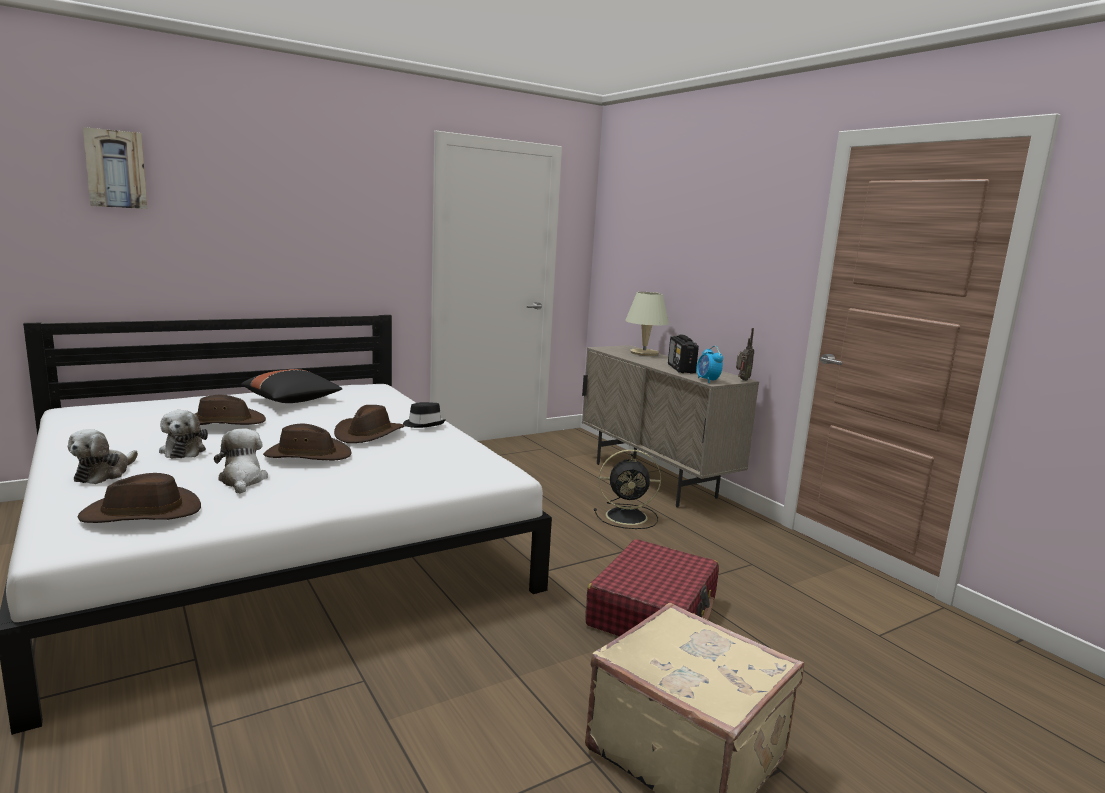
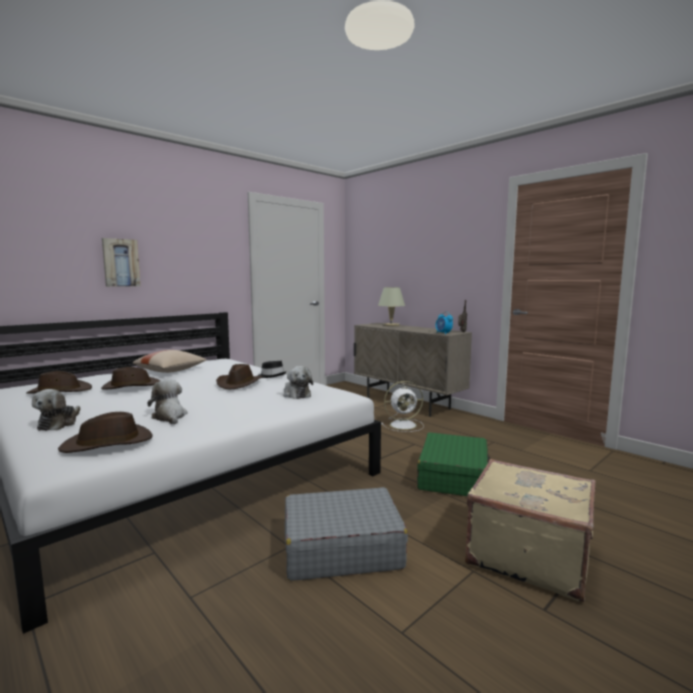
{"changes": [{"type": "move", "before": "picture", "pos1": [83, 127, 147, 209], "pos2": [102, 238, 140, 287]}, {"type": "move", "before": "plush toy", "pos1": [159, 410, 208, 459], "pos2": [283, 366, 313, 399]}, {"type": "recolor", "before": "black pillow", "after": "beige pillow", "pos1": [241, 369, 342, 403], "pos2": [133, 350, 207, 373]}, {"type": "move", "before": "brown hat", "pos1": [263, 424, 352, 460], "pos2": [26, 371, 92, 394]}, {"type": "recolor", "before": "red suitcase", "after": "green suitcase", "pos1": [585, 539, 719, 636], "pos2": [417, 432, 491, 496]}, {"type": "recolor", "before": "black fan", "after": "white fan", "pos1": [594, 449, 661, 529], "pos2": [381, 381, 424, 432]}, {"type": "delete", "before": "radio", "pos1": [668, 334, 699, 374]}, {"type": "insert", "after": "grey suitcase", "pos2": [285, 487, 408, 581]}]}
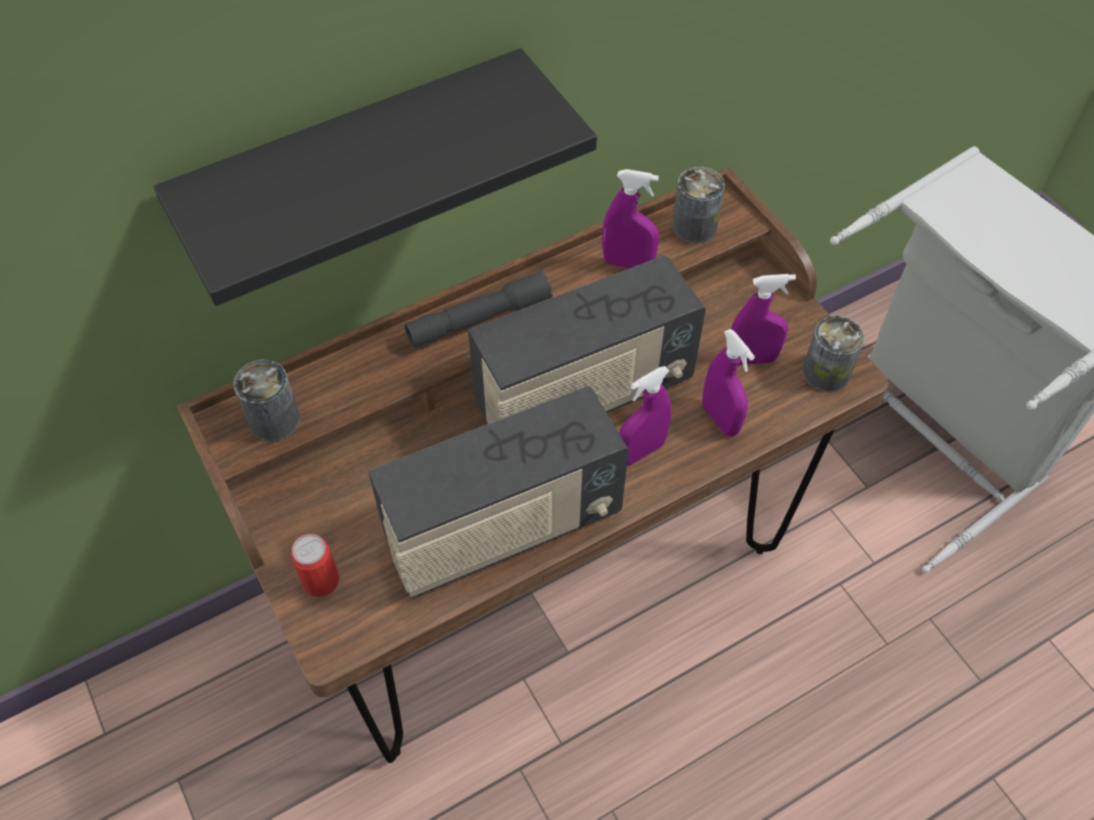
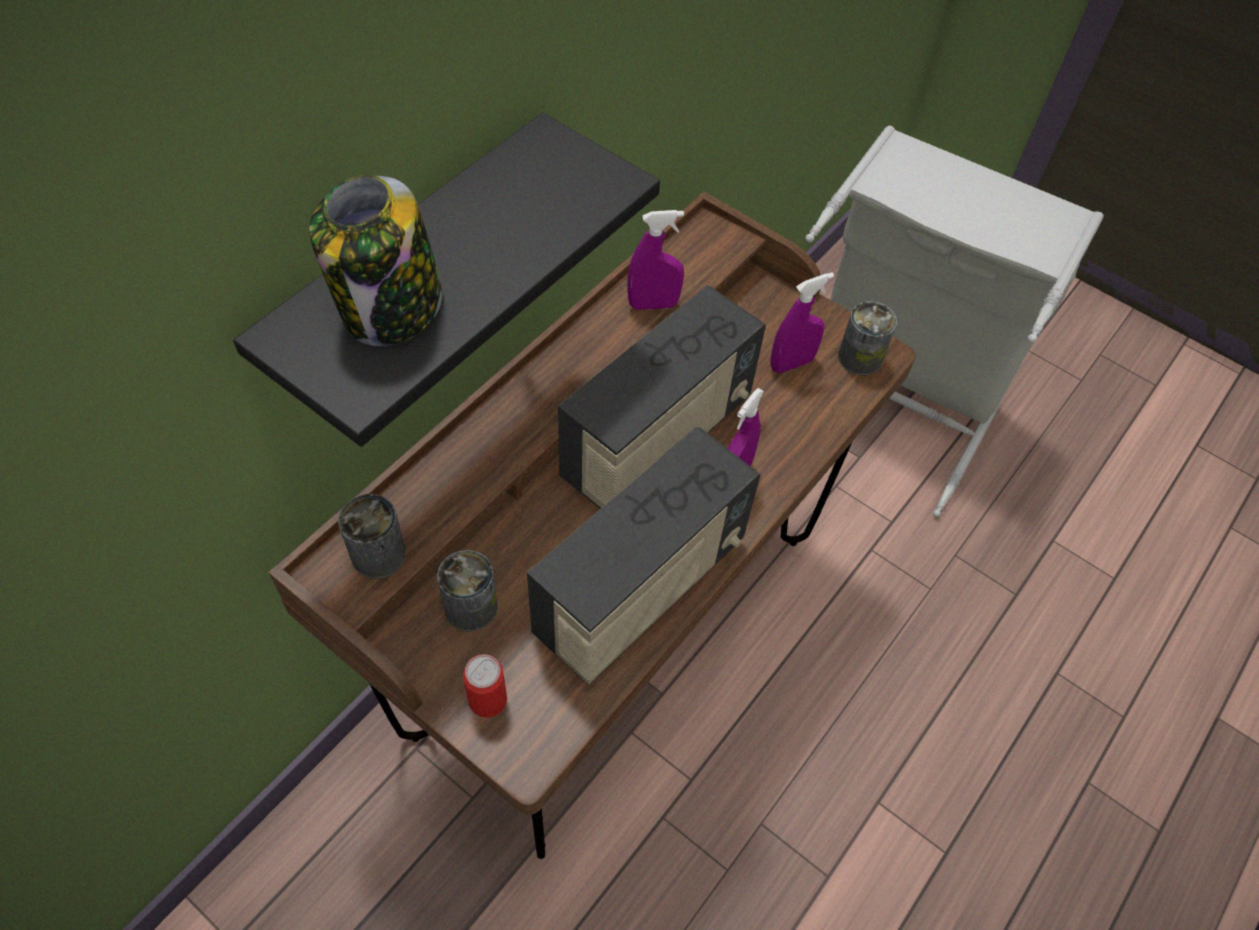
{"changes": [{"type": "delete", "before": "grey flashlight", "pos1": [405, 270, 553, 348]}, {"type": "move", "before": "can", "pos1": [672, 167, 725, 244], "pos2": [437, 550, 498, 631]}, {"type": "delete", "before": "purple spray bottle", "pos1": [702, 329, 755, 437]}, {"type": "insert", "after": "jar", "pos2": [309, 175, 442, 346]}]}
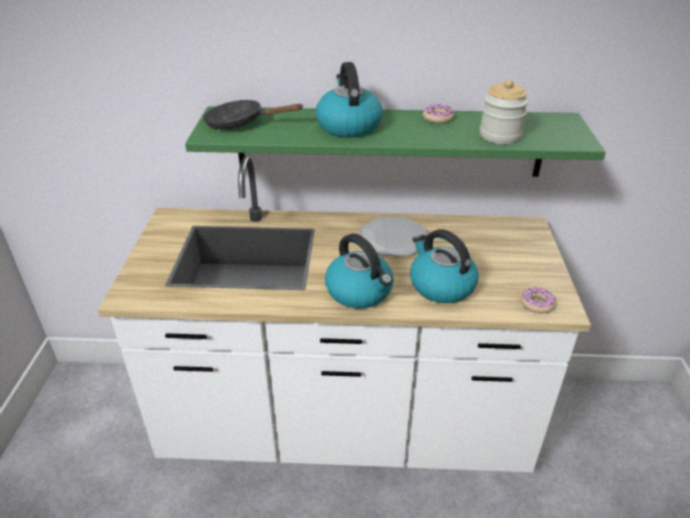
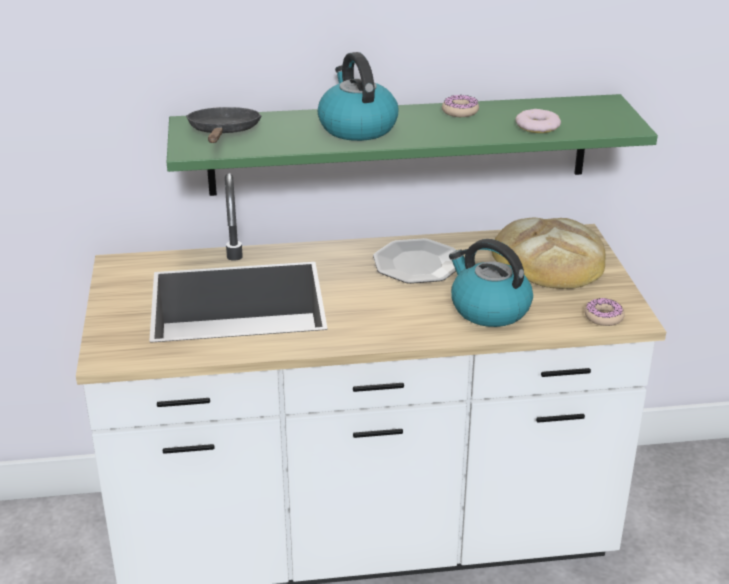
{"changes": [{"type": "rotate", "before": "black frying pan", "pos1": [203, 100, 304, 129], "pos2": [186, 107, 262, 143], "turn": 90}, {"type": "delete", "before": "kettle", "pos1": [325, 234, 394, 308]}, {"type": "replace", "before": "jar", "after": "donut", "pos1": [480, 79, 529, 144], "pos2": [515, 109, 561, 133]}, {"type": "insert", "after": "bread", "pos2": [492, 218, 606, 289]}]}
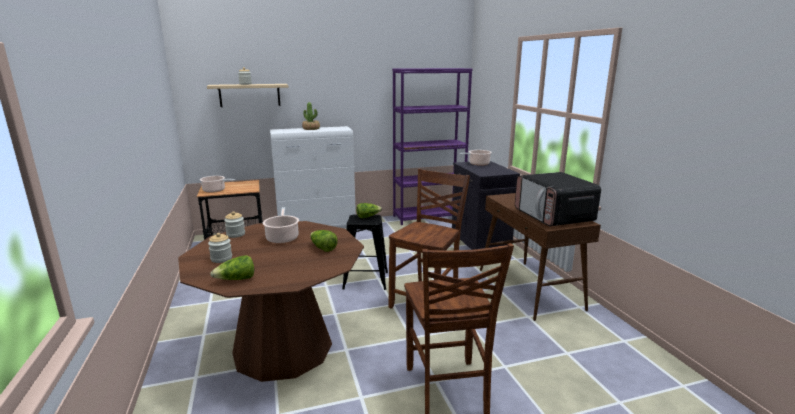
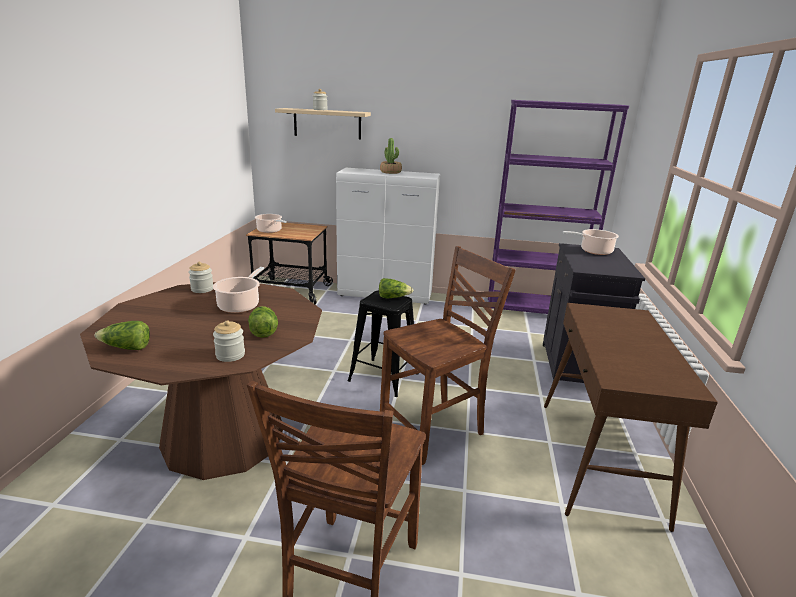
{"changes": [{"type": "move", "before": "jar", "pos1": [208, 233, 232, 263], "pos2": [213, 320, 245, 362]}, {"type": "delete", "before": "microwave", "pos1": [515, 172, 601, 226]}]}
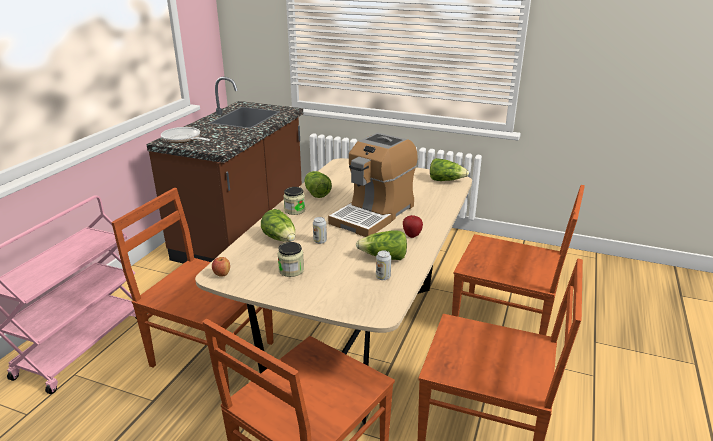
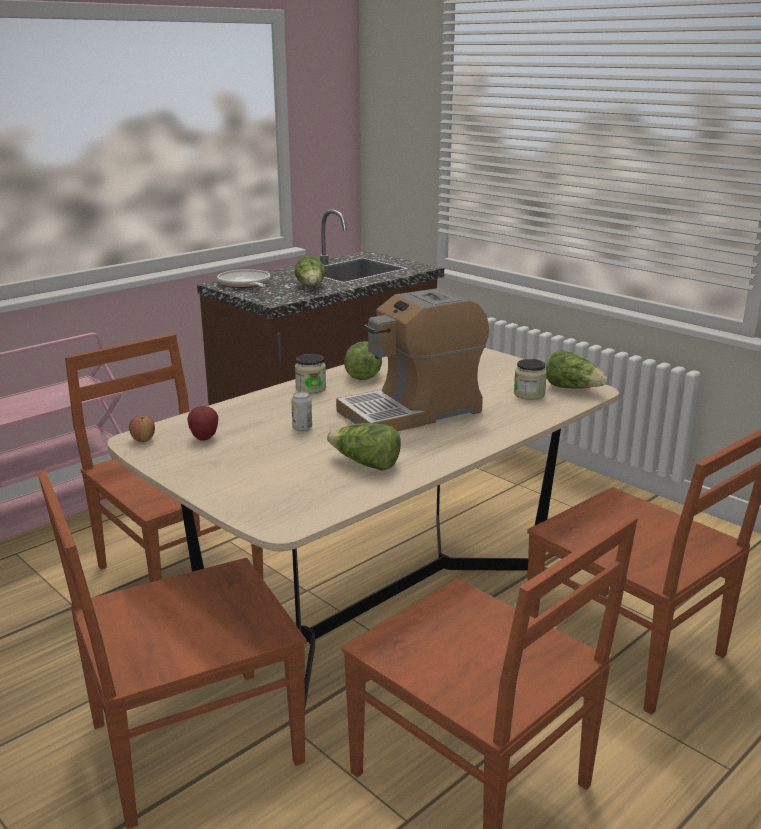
{"changes": [{"type": "move", "before": "lettuce", "pos1": [261, 209, 295, 242], "pos2": [295, 256, 325, 286]}, {"type": "move", "before": "jar", "pos1": [278, 242, 304, 277], "pos2": [514, 359, 547, 400]}, {"type": "delete", "before": "can", "pos1": [376, 251, 391, 280]}, {"type": "move", "before": "apple", "pos1": [403, 215, 423, 238], "pos2": [187, 406, 218, 441]}]}
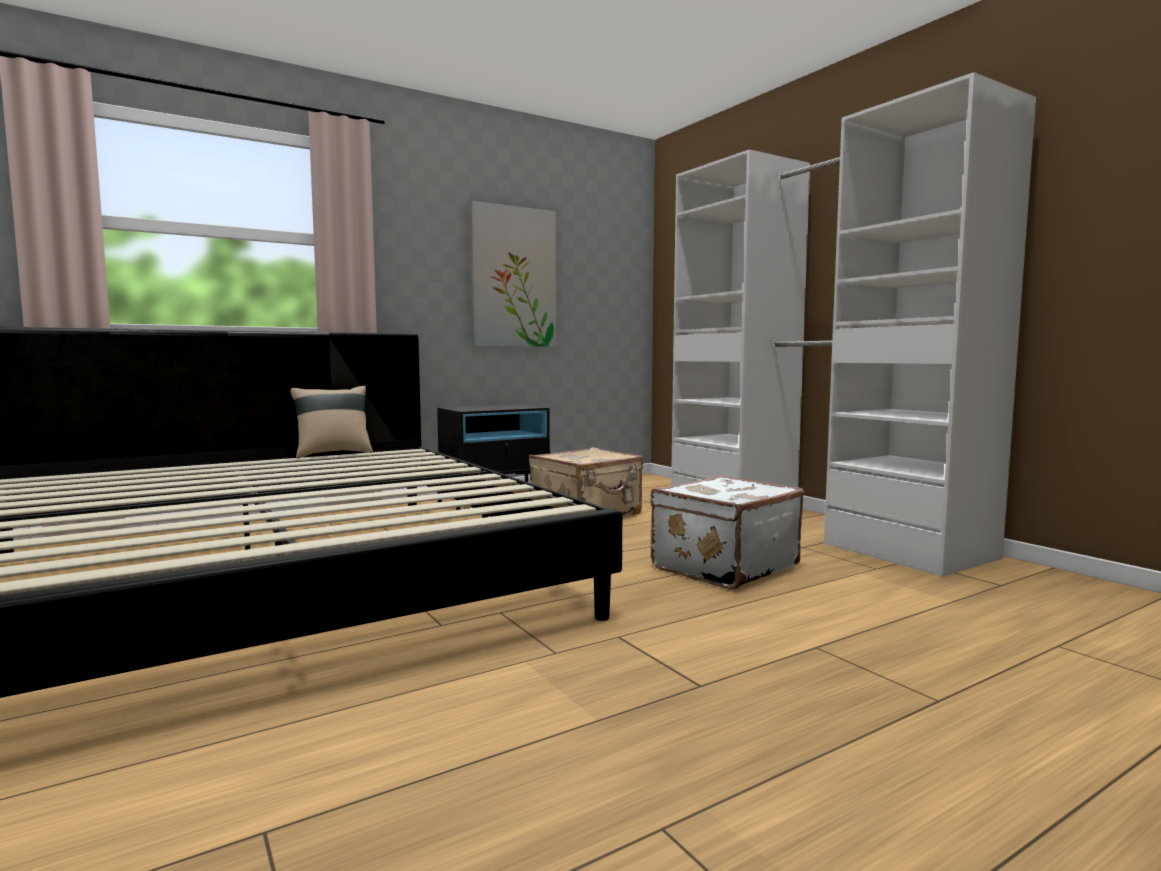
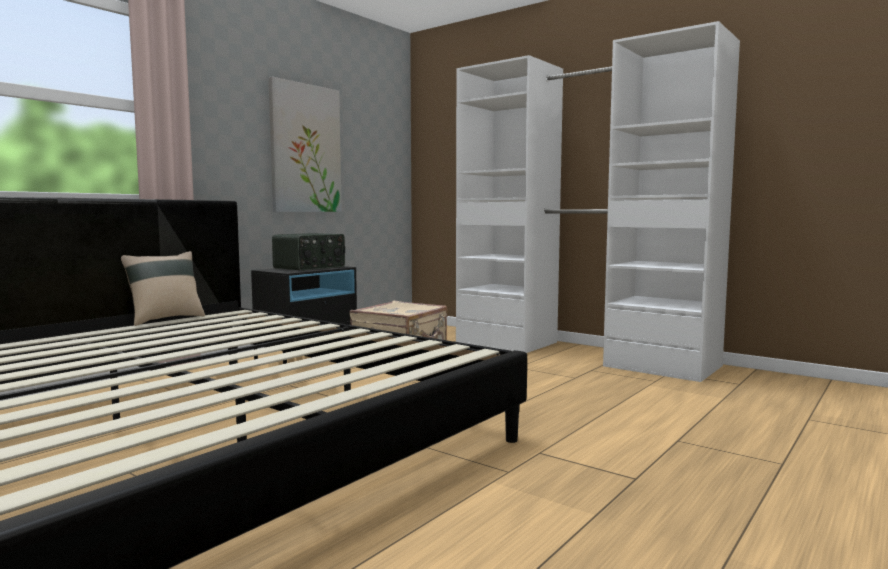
{"changes": [{"type": "delete", "before": "white suitcase", "pos1": [650, 475, 804, 589]}, {"type": "insert", "after": "radio", "pos2": [272, 233, 345, 271]}]}
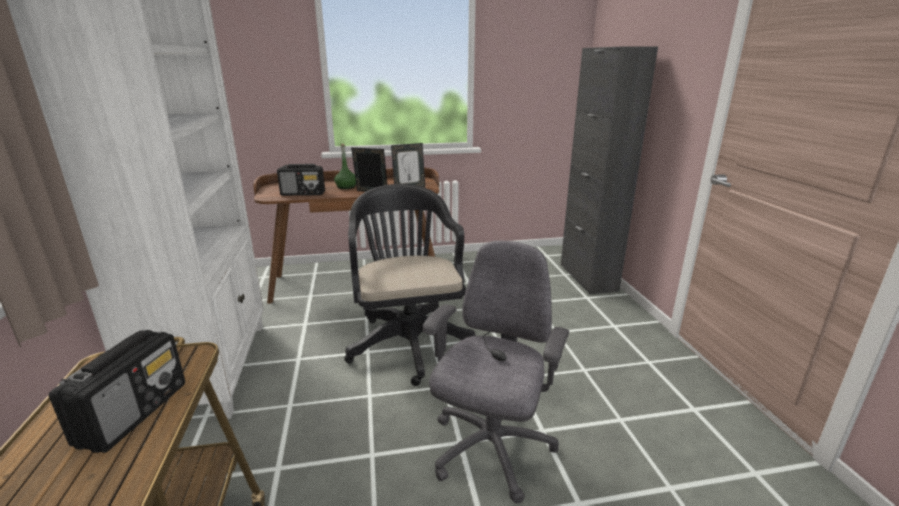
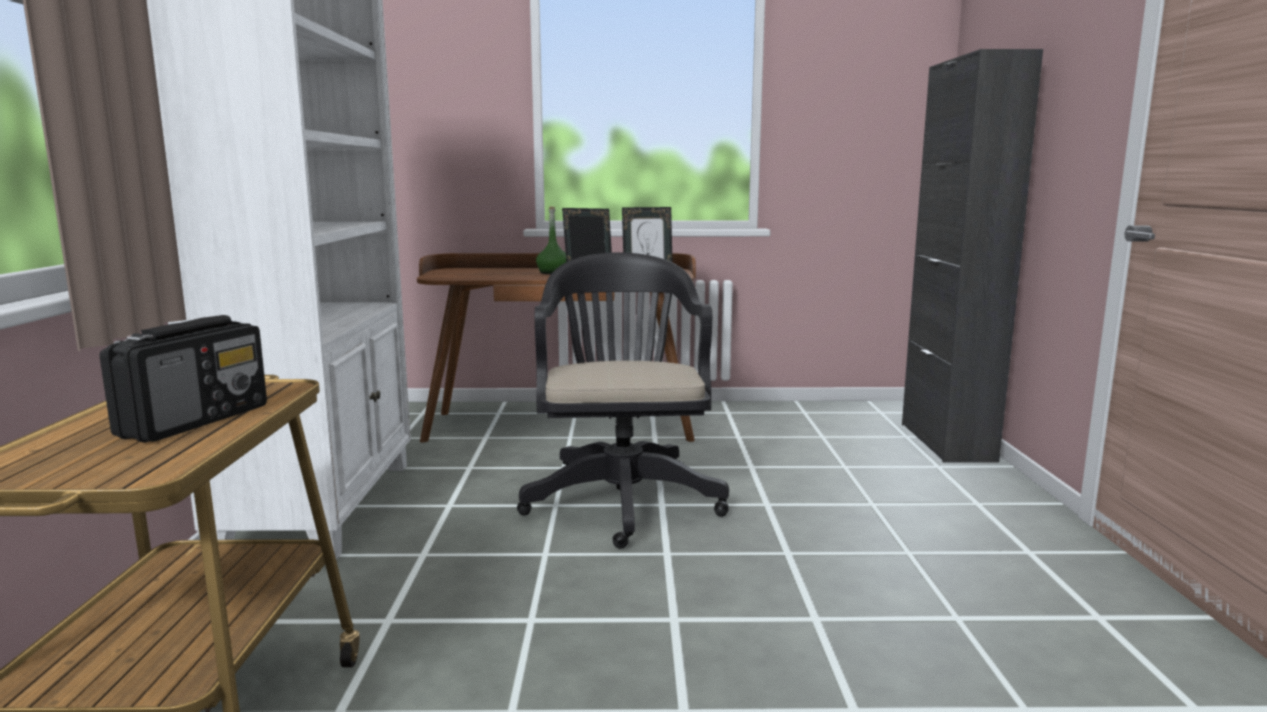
{"changes": [{"type": "delete", "before": "radio", "pos1": [277, 164, 325, 196]}, {"type": "delete", "before": "grey office chair", "pos1": [423, 241, 569, 504]}]}
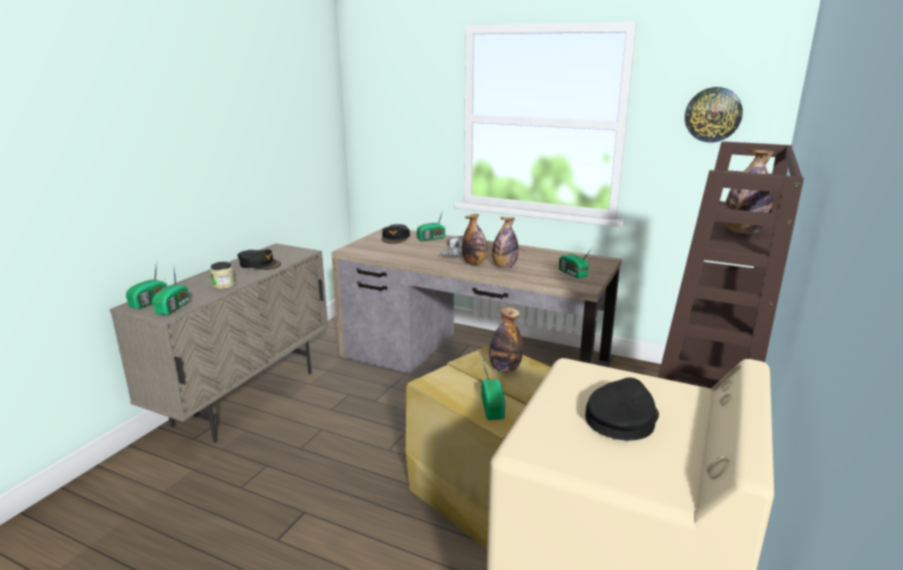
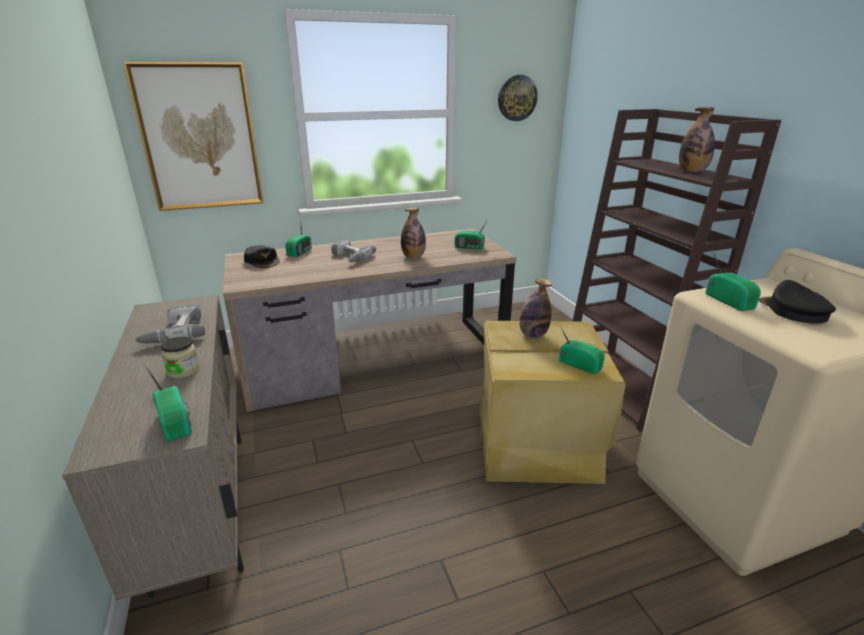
{"changes": [{"type": "move", "before": "radio", "pos1": [126, 260, 167, 309], "pos2": [706, 249, 761, 311]}, {"type": "replace", "before": "black cap", "after": "power drill", "pos1": [238, 249, 281, 270], "pos2": [135, 303, 205, 343]}, {"type": "delete", "before": "bottle", "pos1": [462, 214, 487, 265]}, {"type": "insert", "after": "picture", "pos2": [123, 62, 263, 211]}]}
